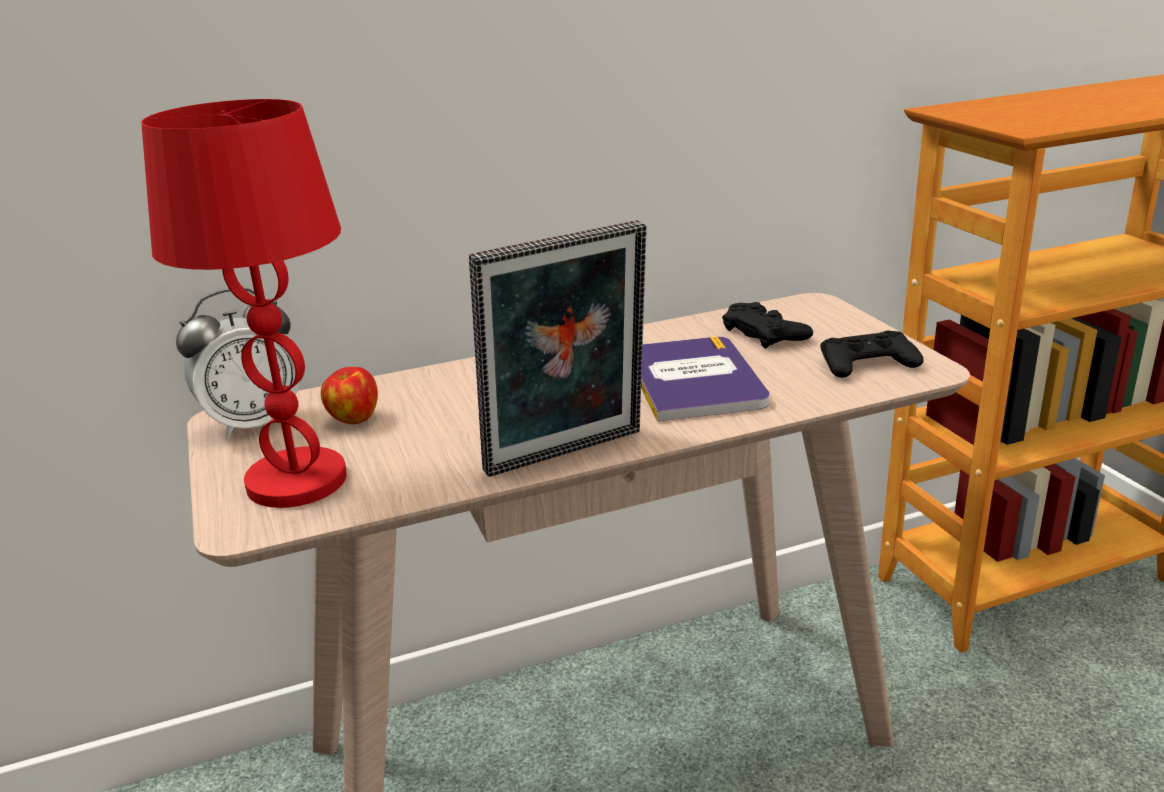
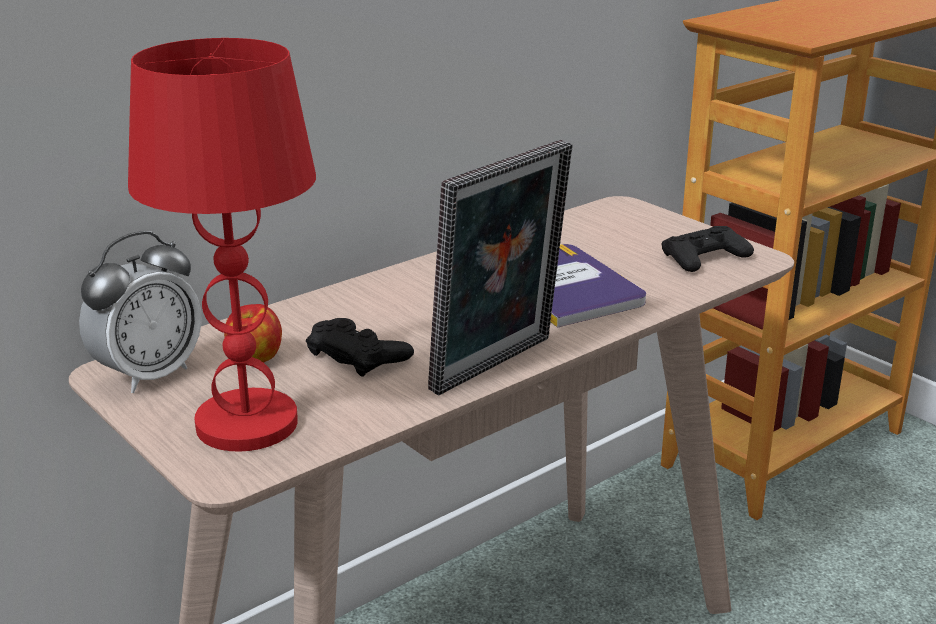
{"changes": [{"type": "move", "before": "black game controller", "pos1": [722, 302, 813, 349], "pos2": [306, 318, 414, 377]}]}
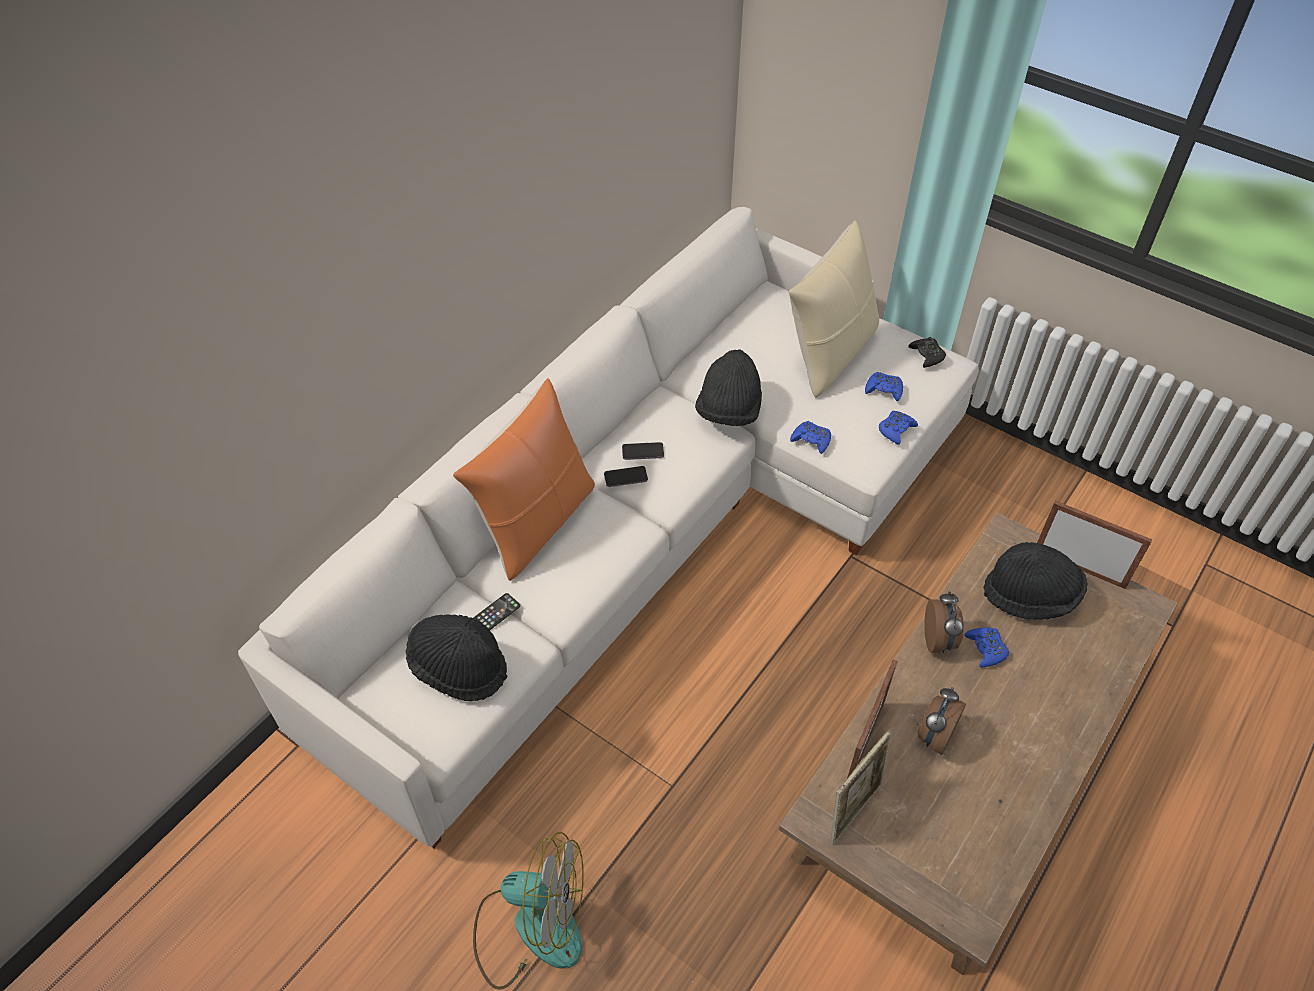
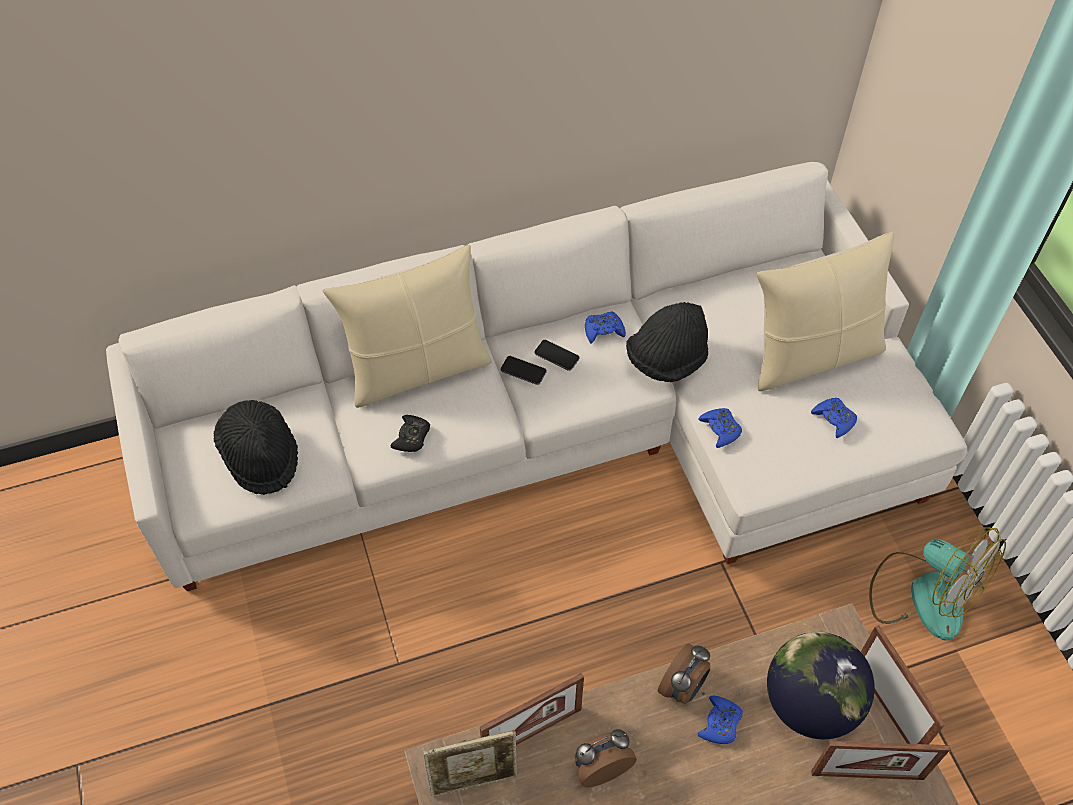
{"changes": [{"type": "recolor", "before": "orange pillow", "after": "beige pillow", "pos1": [453, 378, 595, 581], "pos2": [323, 244, 492, 408]}, {"type": "delete", "before": "phone", "pos1": [473, 593, 520, 630]}, {"type": "move", "before": "fan", "pos1": [473, 832, 584, 990], "pos2": [869, 527, 1006, 641]}, {"type": "move", "before": "blue game controller", "pos1": [879, 411, 918, 445], "pos2": [585, 311, 626, 344]}, {"type": "move", "before": "black game controller", "pos1": [908, 337, 946, 368], "pos2": [391, 415, 430, 452]}, {"type": "replace", "before": "black hat", "after": "globe", "pos1": [984, 542, 1088, 620], "pos2": [767, 632, 875, 739]}, {"type": "insert", "after": "picture frame", "pos2": [811, 741, 950, 780]}]}
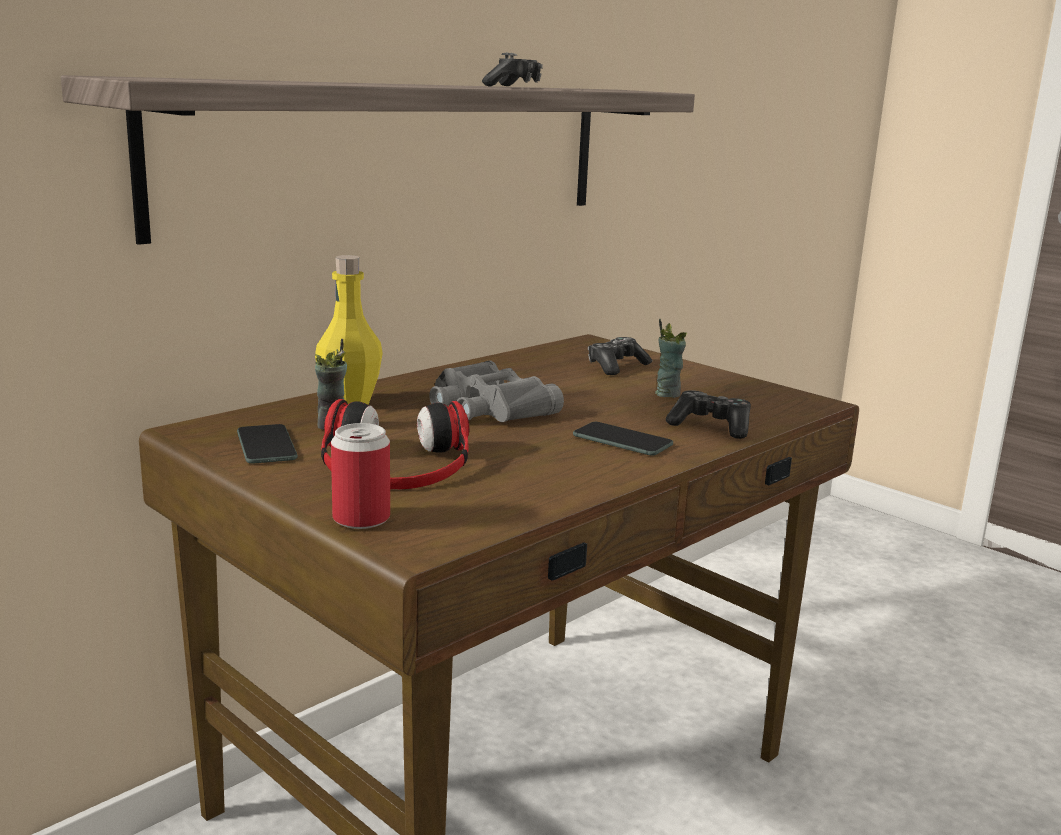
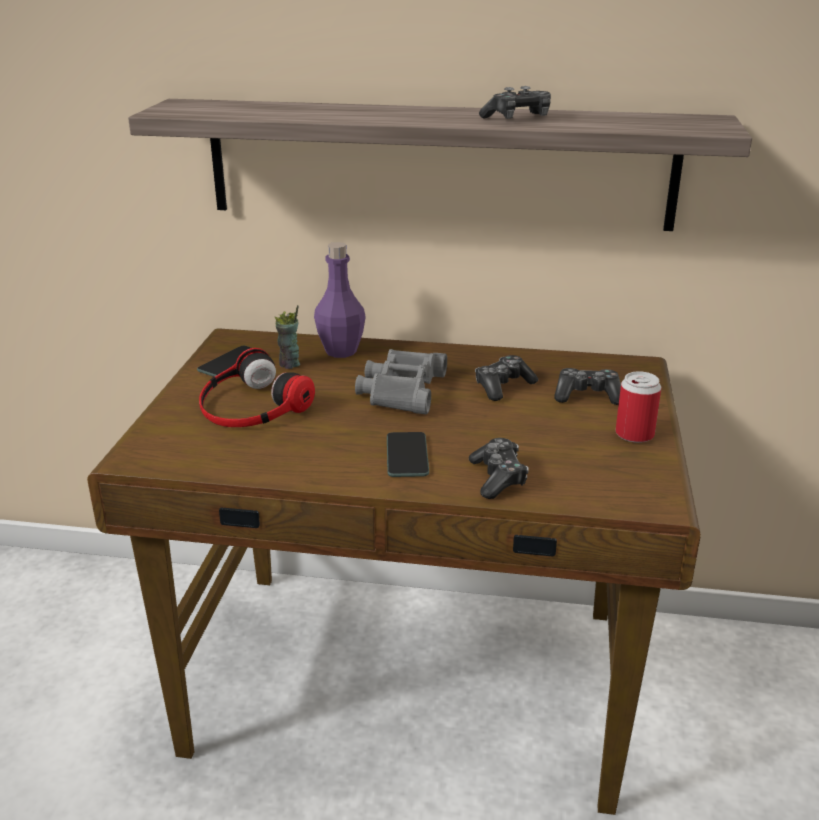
{"changes": [{"type": "recolor", "before": "yellow bottle", "after": "purple bottle", "pos1": [315, 255, 383, 405], "pos2": [314, 242, 366, 358]}, {"type": "move", "before": "can", "pos1": [331, 423, 390, 529], "pos2": [616, 371, 661, 443]}, {"type": "delete", "before": "cup", "pos1": [655, 319, 687, 398]}, {"type": "insert", "after": "game controller", "pos2": [475, 355, 538, 401]}]}
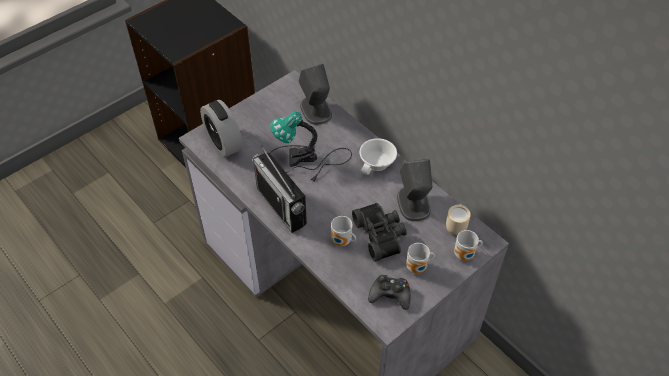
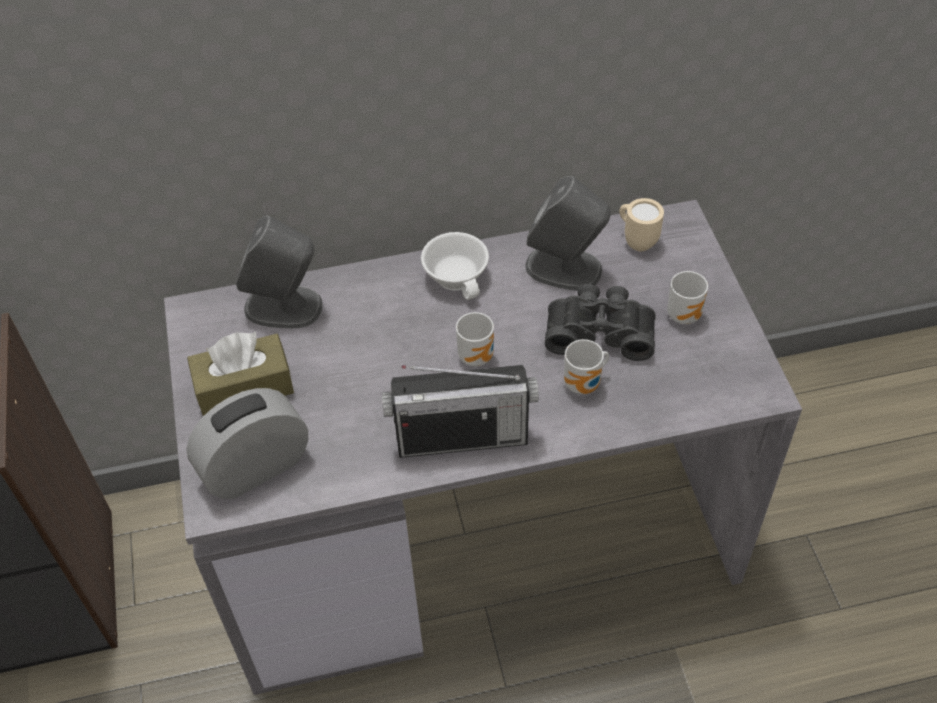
{"changes": [{"type": "rotate", "before": "alarm clock", "pos1": [200, 100, 243, 158], "pos2": [186, 388, 308, 499], "turn": 150}, {"type": "delete", "before": "table lamp", "pos1": [270, 111, 352, 183]}, {"type": "delete", "before": "black game controller", "pos1": [368, 275, 410, 310]}, {"type": "move", "before": "mug", "pos1": [454, 230, 483, 261], "pos2": [456, 312, 494, 366]}, {"type": "insert", "after": "brown tissue box", "pos2": [187, 332, 294, 416]}]}
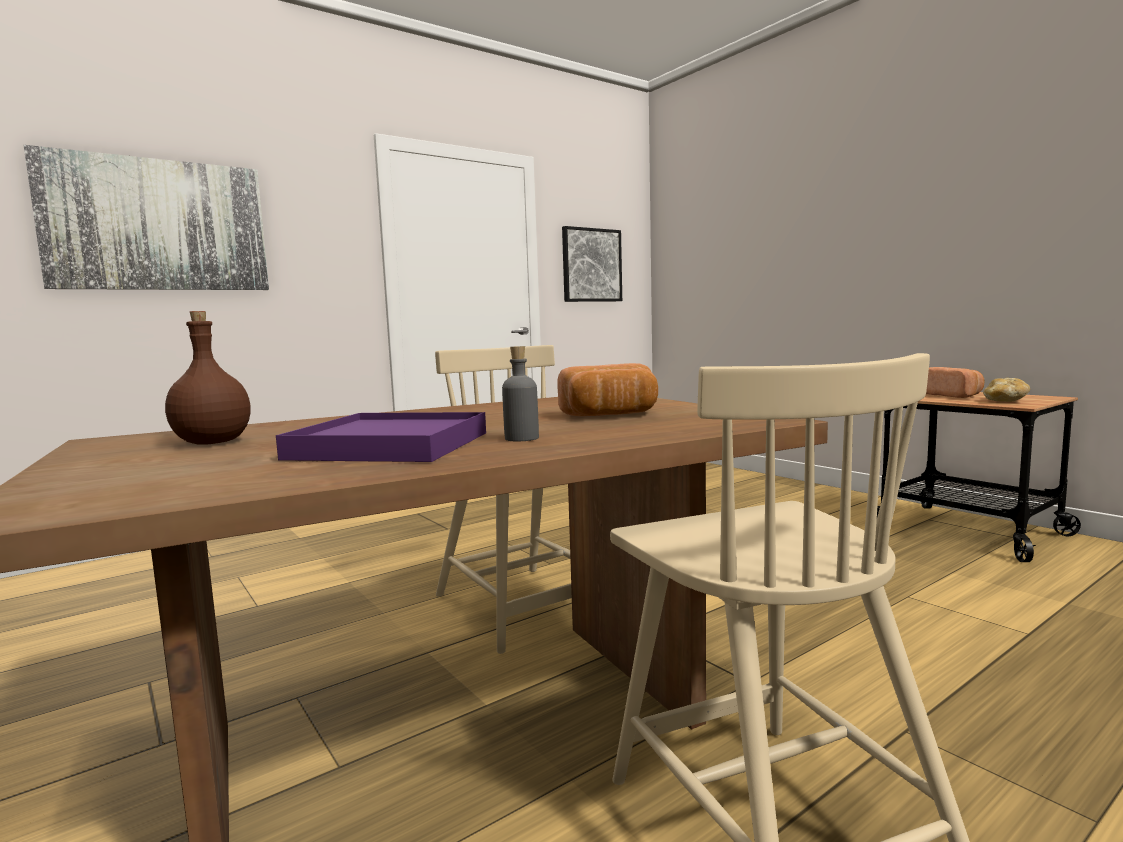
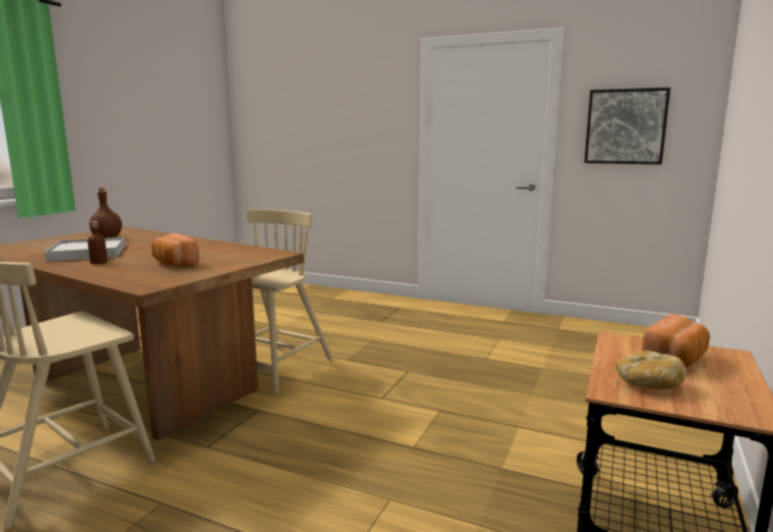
{"changes": [{"type": "delete", "before": "picture", "pos1": [24, 145, 269, 290]}, {"type": "recolor", "before": "purple tray", "after": "white tray", "pos1": [276, 412, 486, 462], "pos2": [44, 237, 125, 261]}, {"type": "recolor", "before": "grey bottle", "after": "brown bottle", "pos1": [502, 346, 539, 441], "pos2": [87, 221, 107, 264]}]}
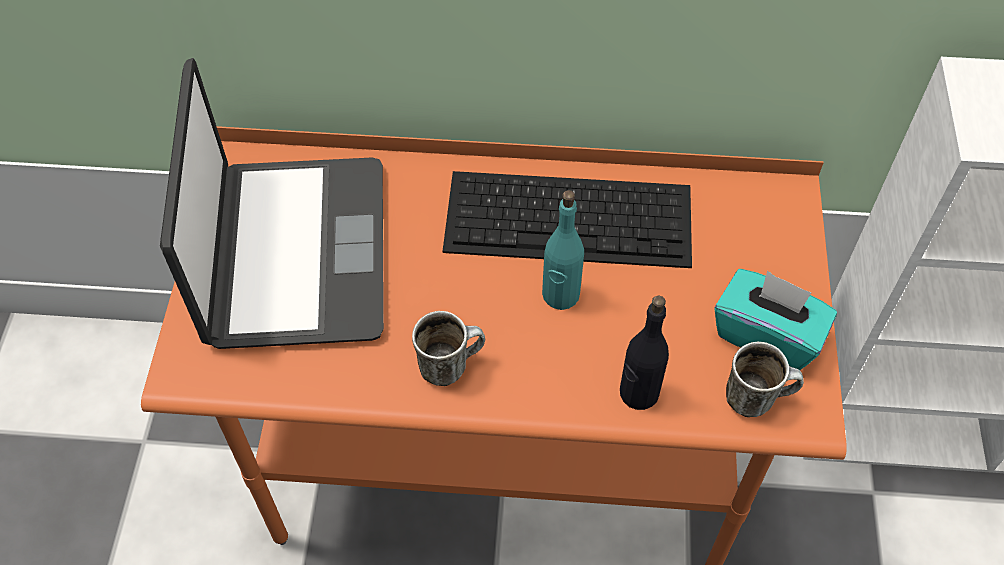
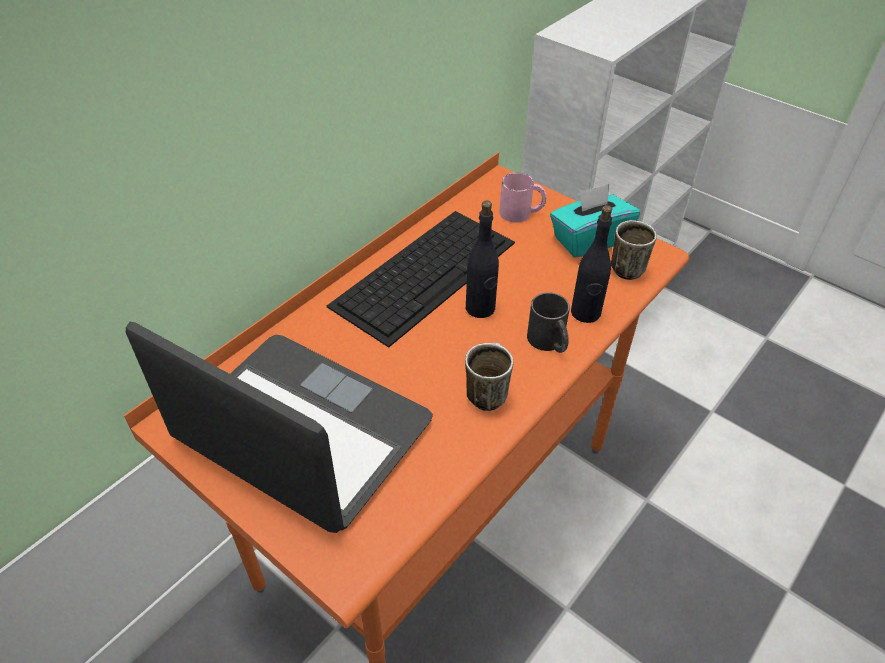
{"changes": [{"type": "recolor", "before": "turquoise bottle", "after": "black bottle", "pos1": [542, 190, 584, 310], "pos2": [466, 201, 499, 318]}, {"type": "insert", "after": "pink mug", "pos2": [499, 172, 546, 223]}, {"type": "insert", "after": "black mug", "pos2": [527, 292, 570, 353]}]}
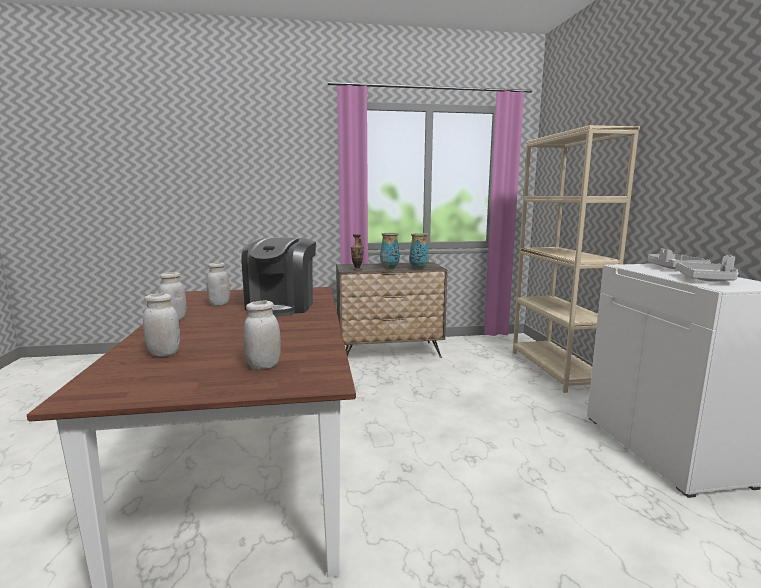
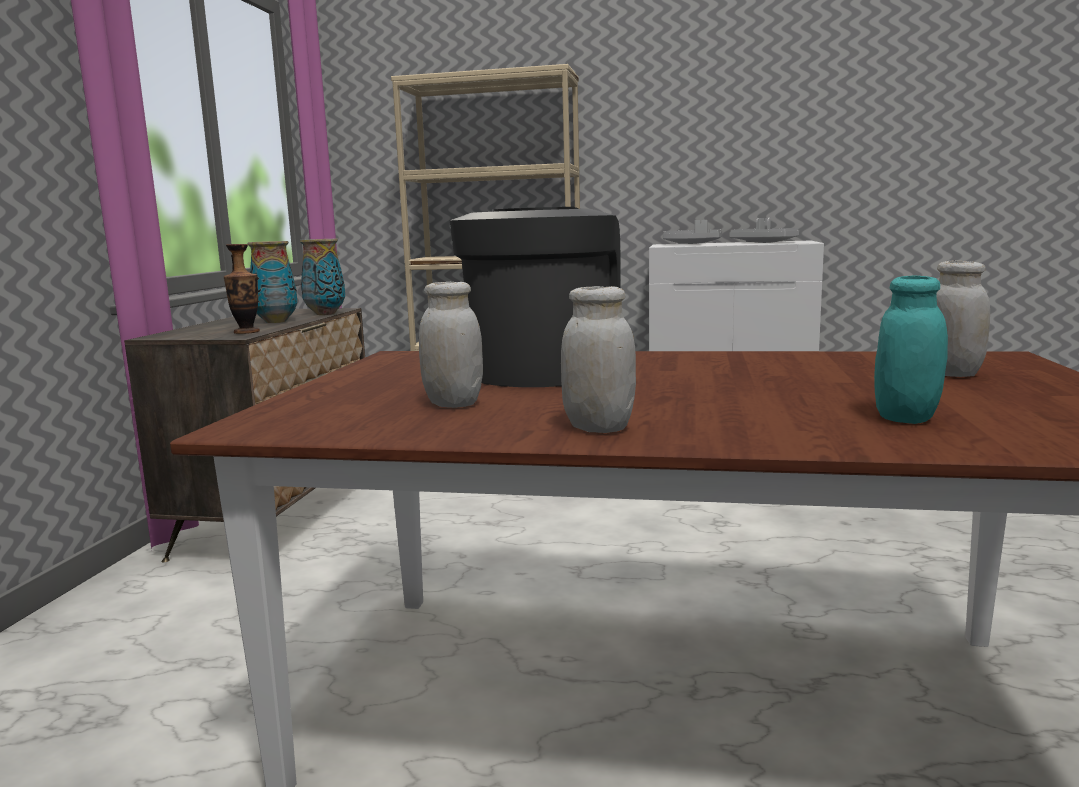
{"changes": [{"type": "recolor", "before": "white jar", "after": "turquoise jar", "pos1": [143, 293, 180, 357], "pos2": [874, 276, 948, 424]}, {"type": "rotate", "before": "coffee machine", "pos1": [241, 237, 316, 317], "pos2": [450, 207, 621, 387], "turn": -105}]}
